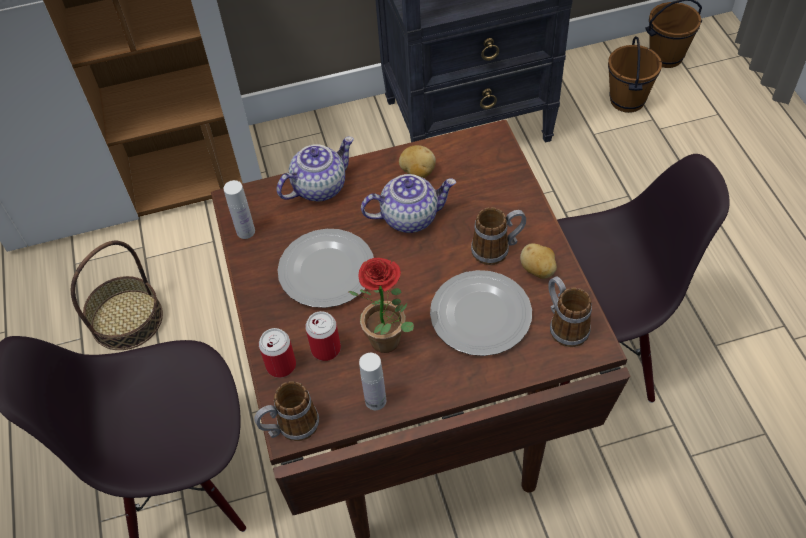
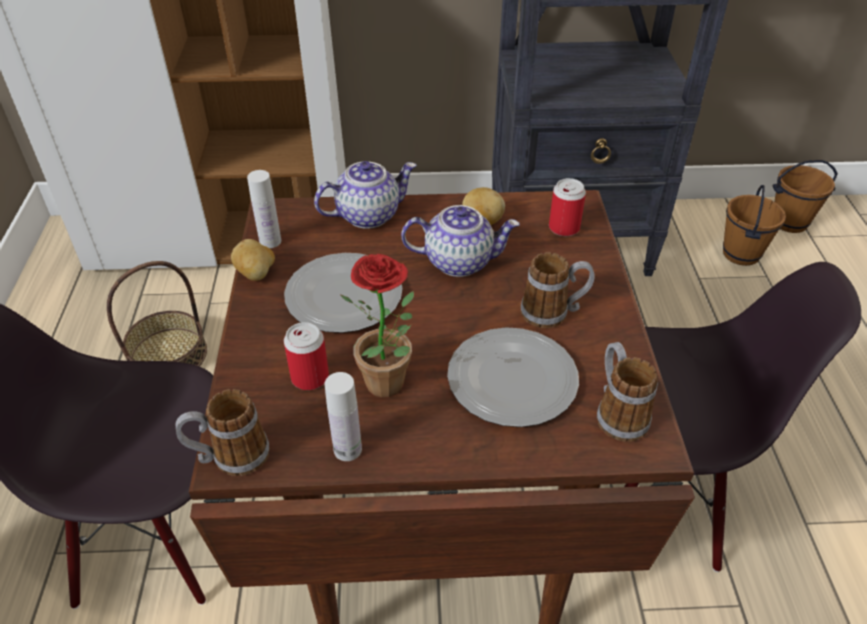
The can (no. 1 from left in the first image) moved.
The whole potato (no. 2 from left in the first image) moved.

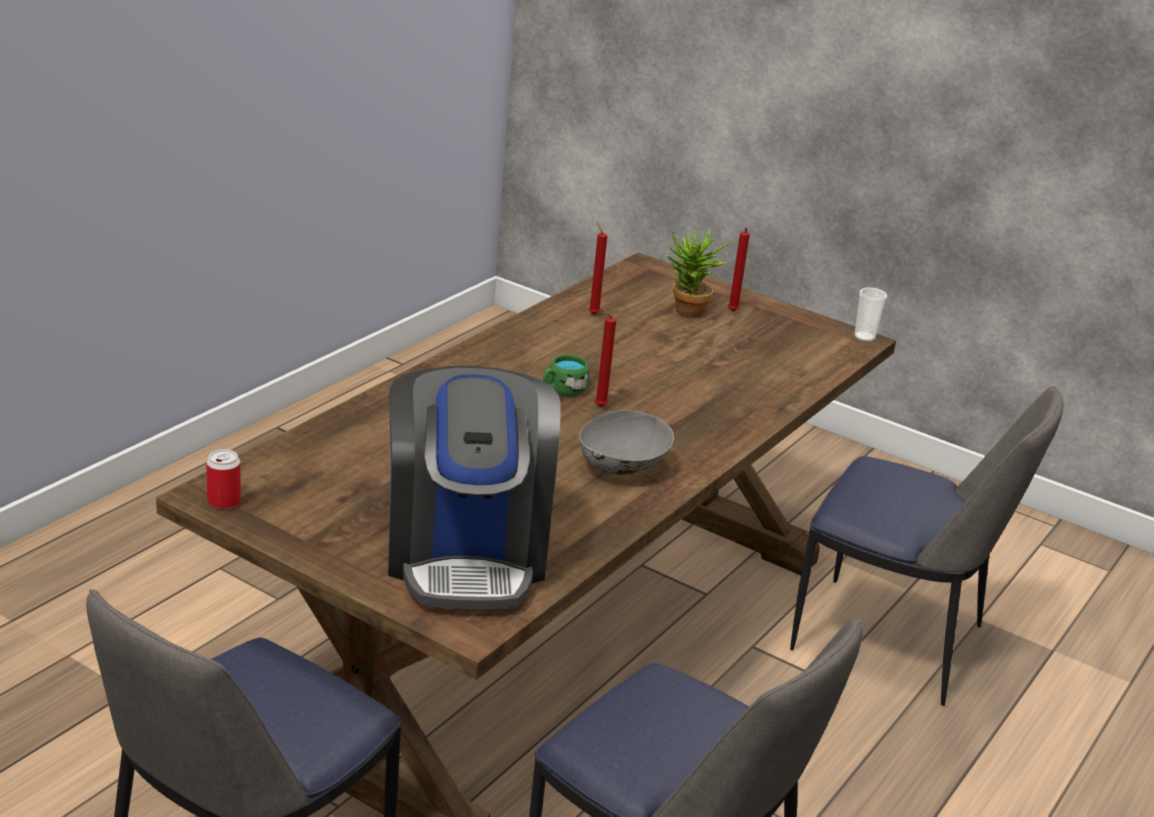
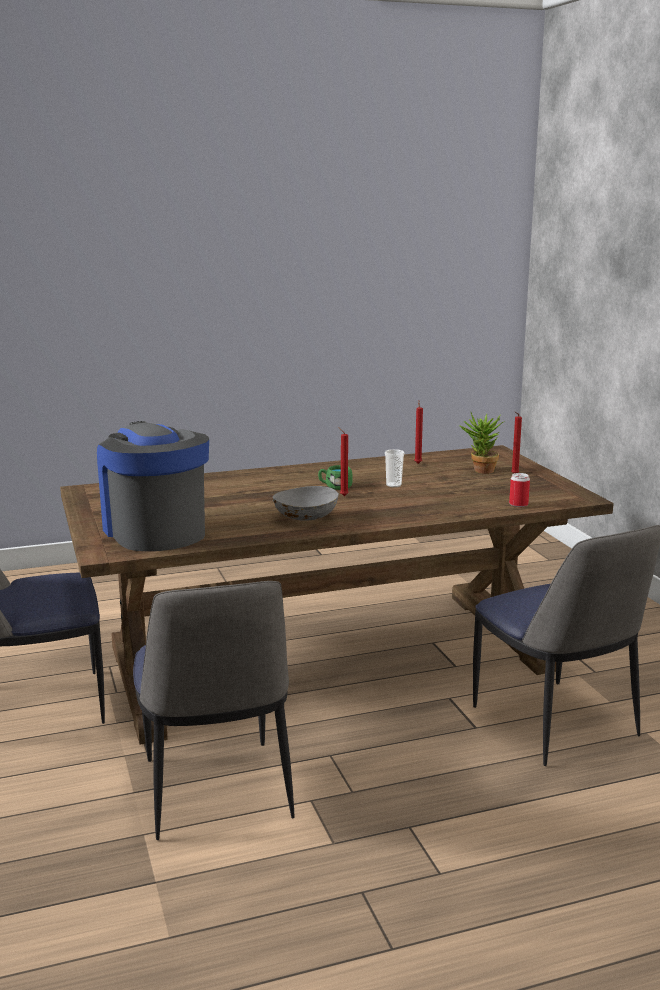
The can moved.
The coffee brewer turned 120 degrees clockwise.
The small cup moved.

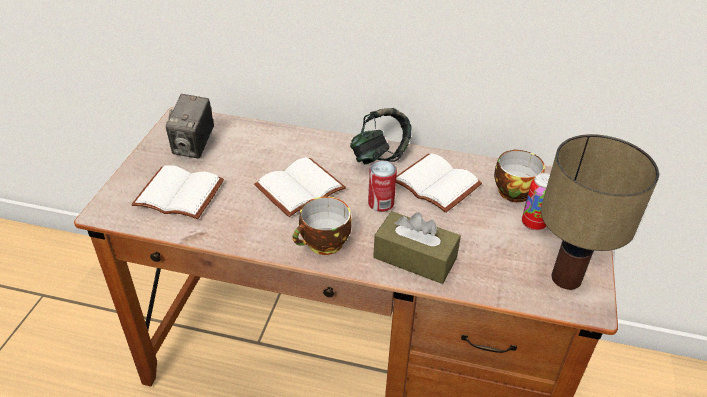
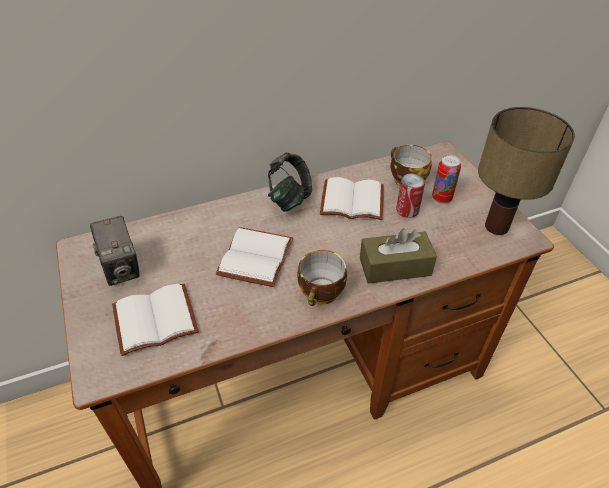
The can (no. 1 from left) moved.

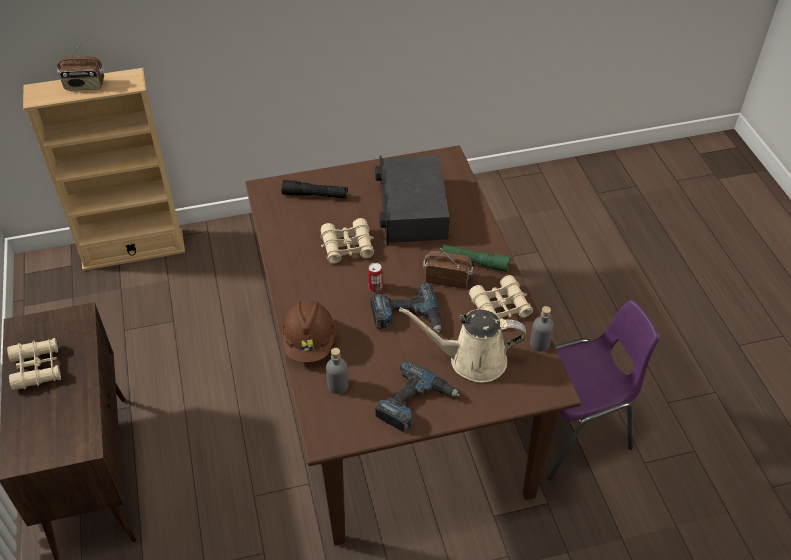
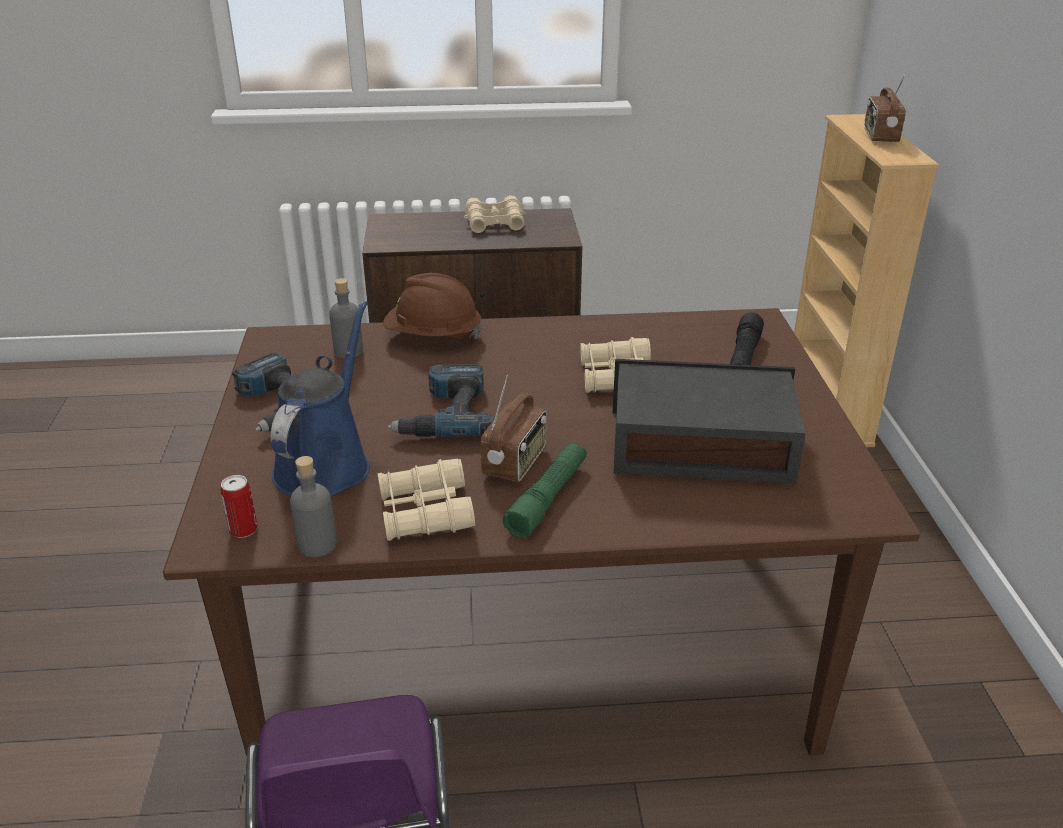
The can moved.
The watering pot (beige) became the watering pot (bluish).

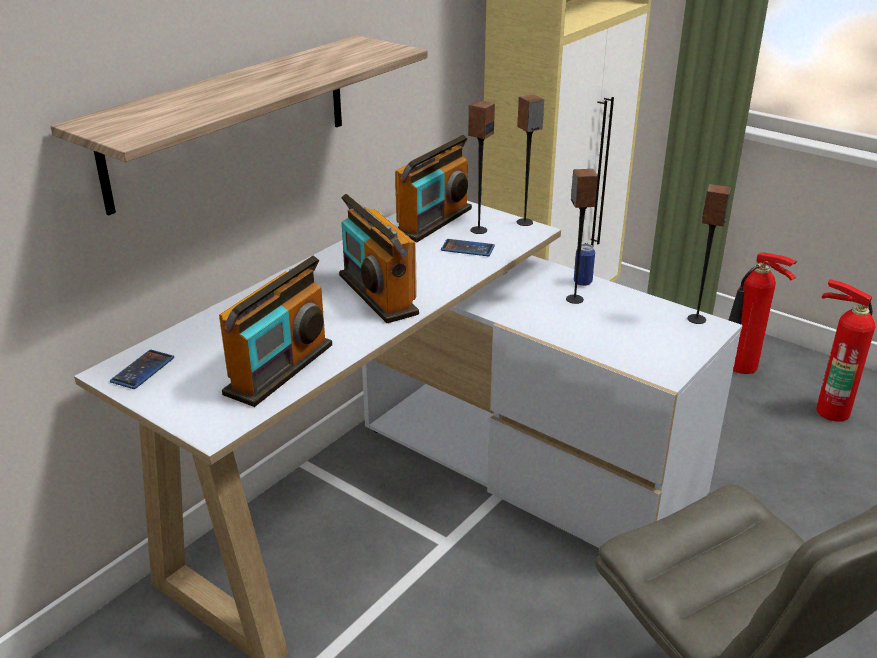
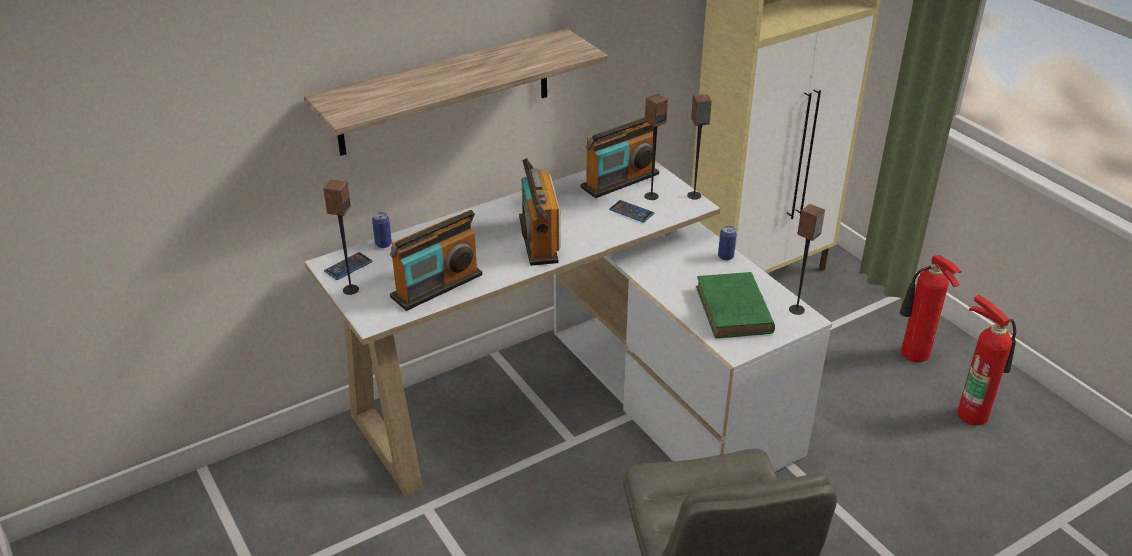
The loudspeaker (no. 3 from left in the first image) moved.
The can (no. 1 from left) appeared.
The volume (green-coloured) appeared.

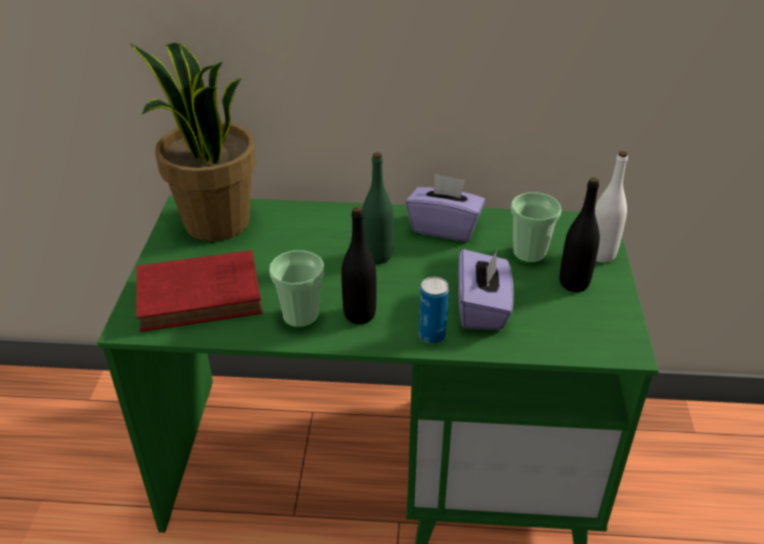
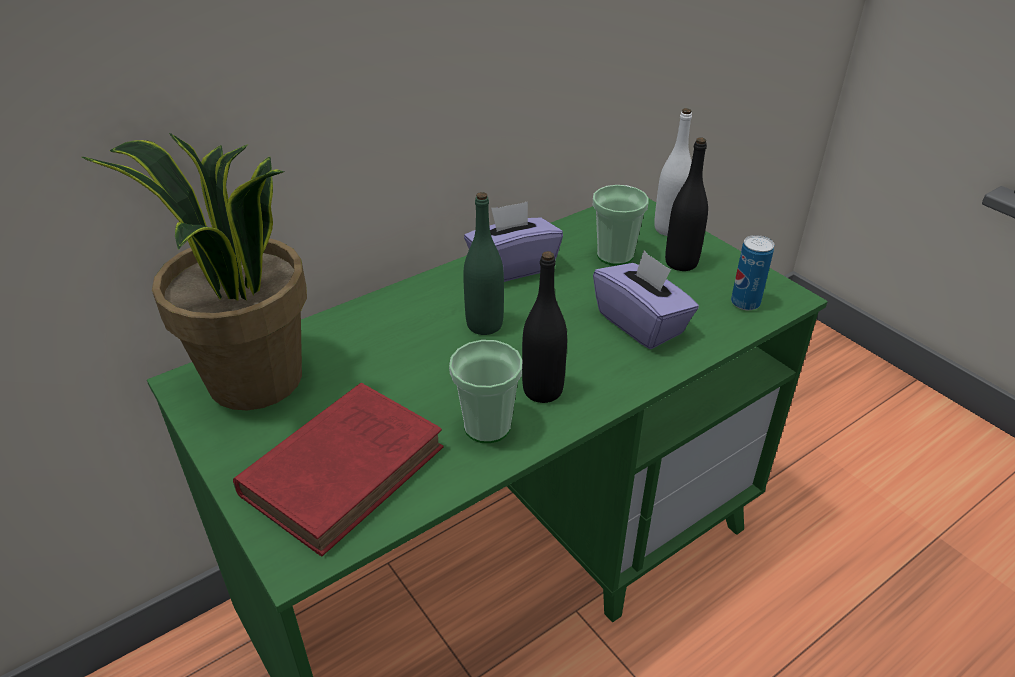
The can moved.

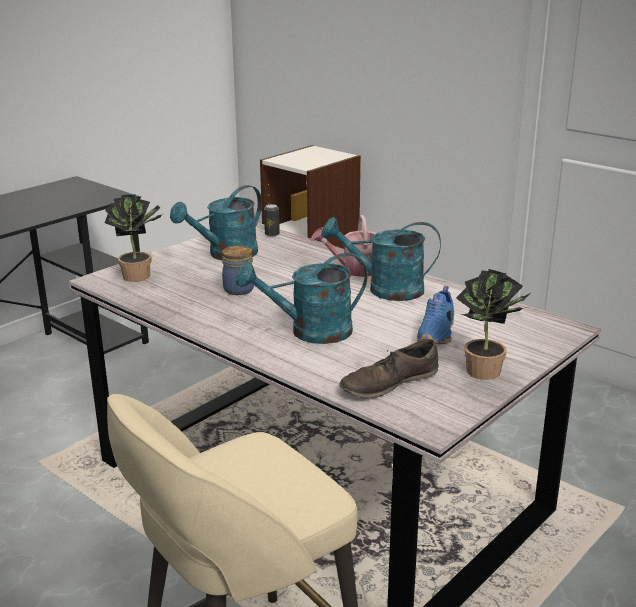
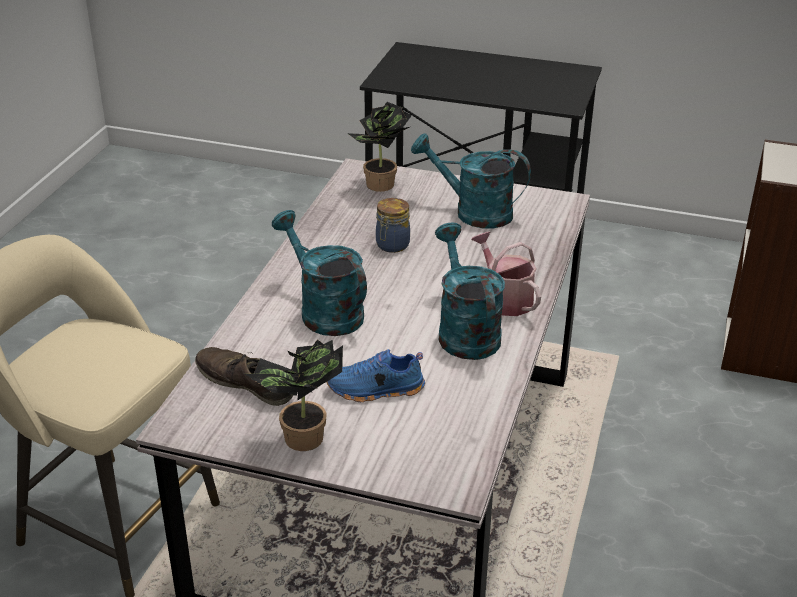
The can disappeared.

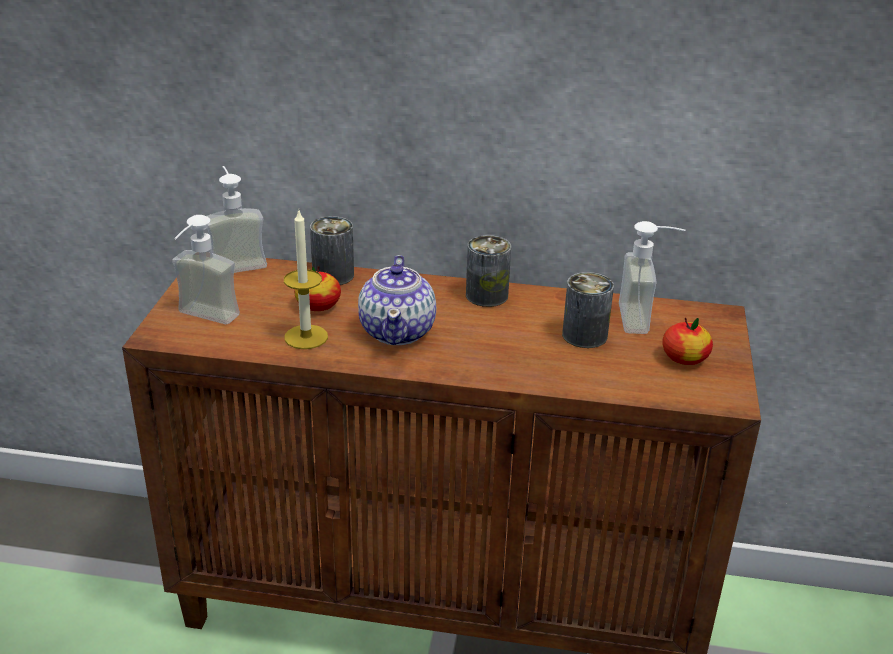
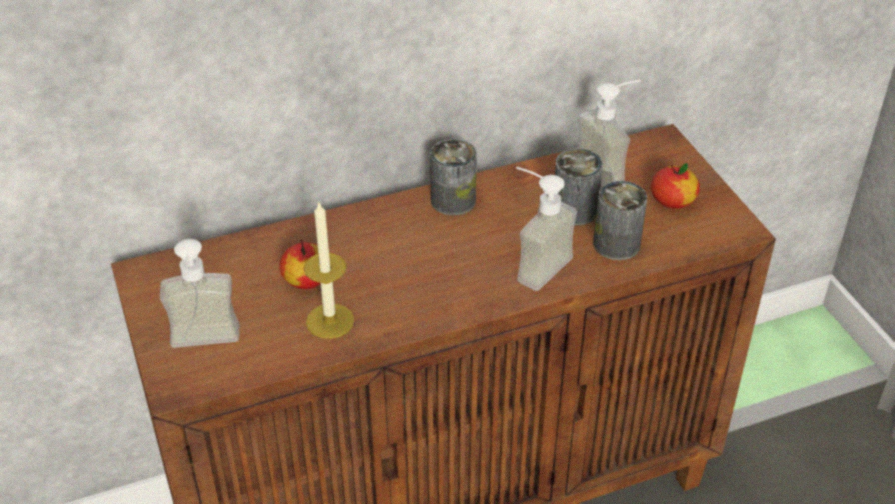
The liquid soap bottle (no. 2 from left) moved.
The can (no. 1 from left in the first image) moved.
The tea pot disappeared.

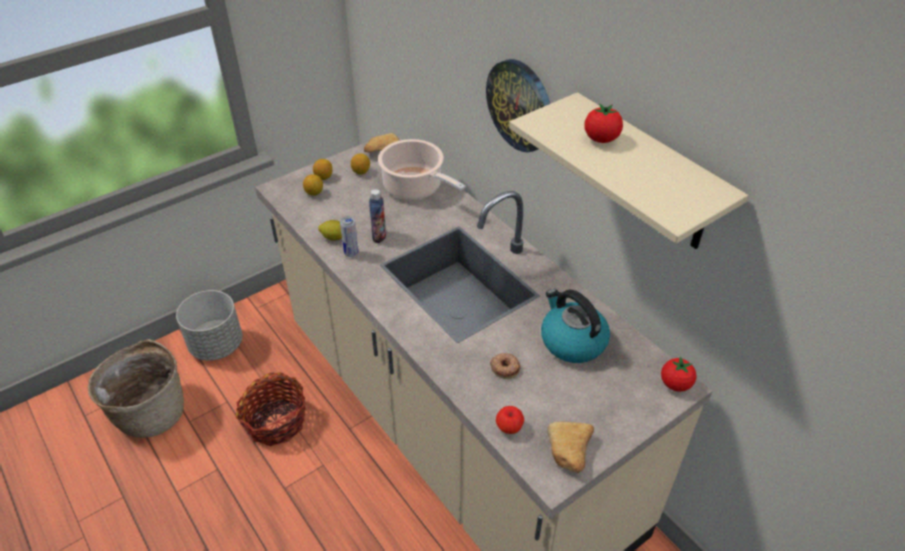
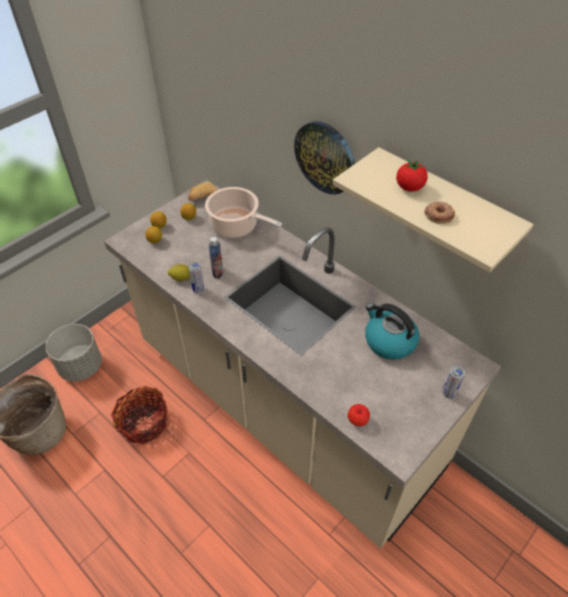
The doughnut moved.
The bread (no. 2 from left) disappeared.
The whole tomato (no. 2 from left) disappeared.
The can (no. 2 from left) appeared.

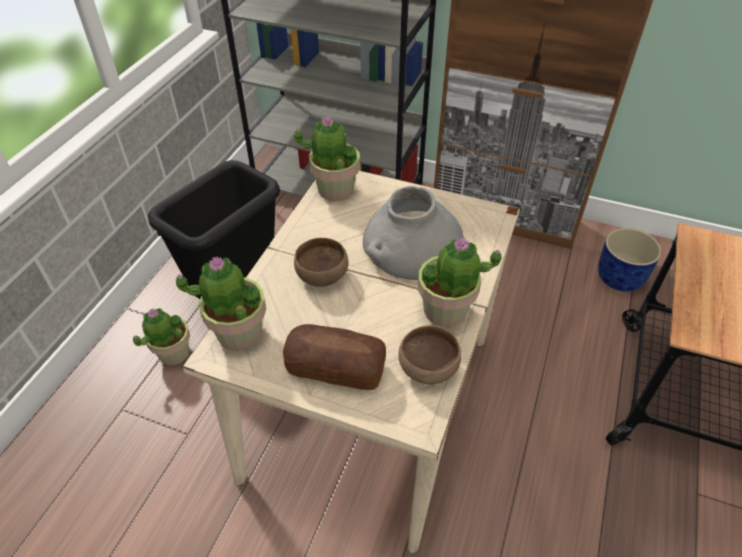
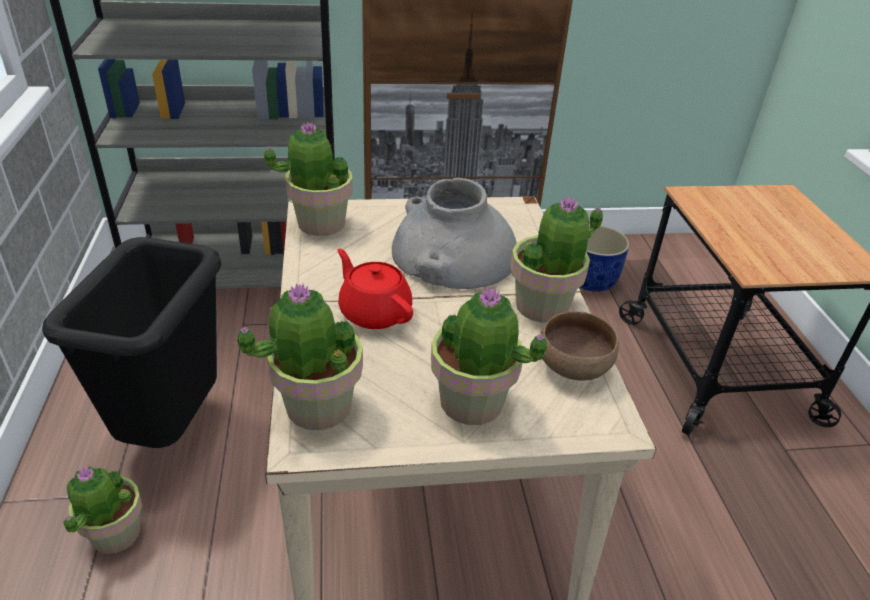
The bread was replaced by the houseplant (no. 4 from left).
The serving bowl (brown-coloured) (no. 1 from left) was replaced by the tea pot (reddish).

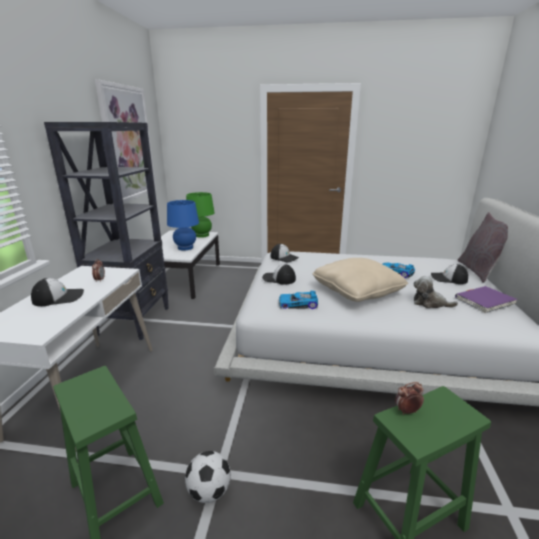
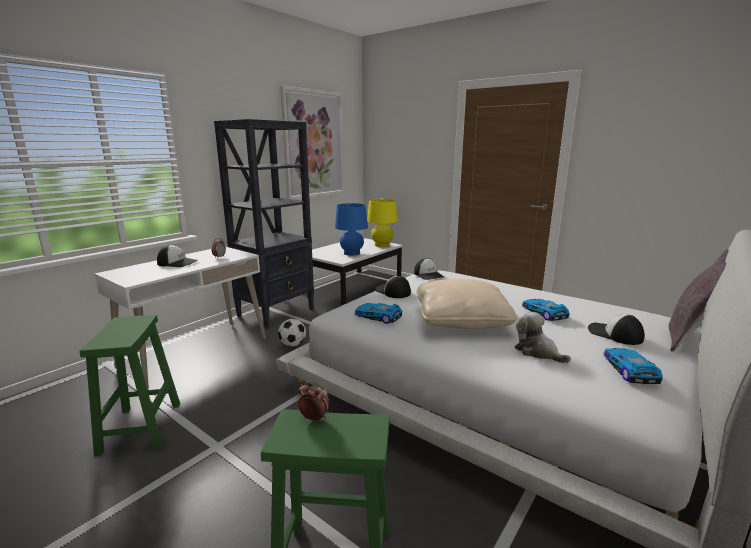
The football moved.
The lamp for a table (green-coloured) became the lamp for a table (yellowish).
The volume (purple) was replaced by the miniature car (no. 3 from left).

